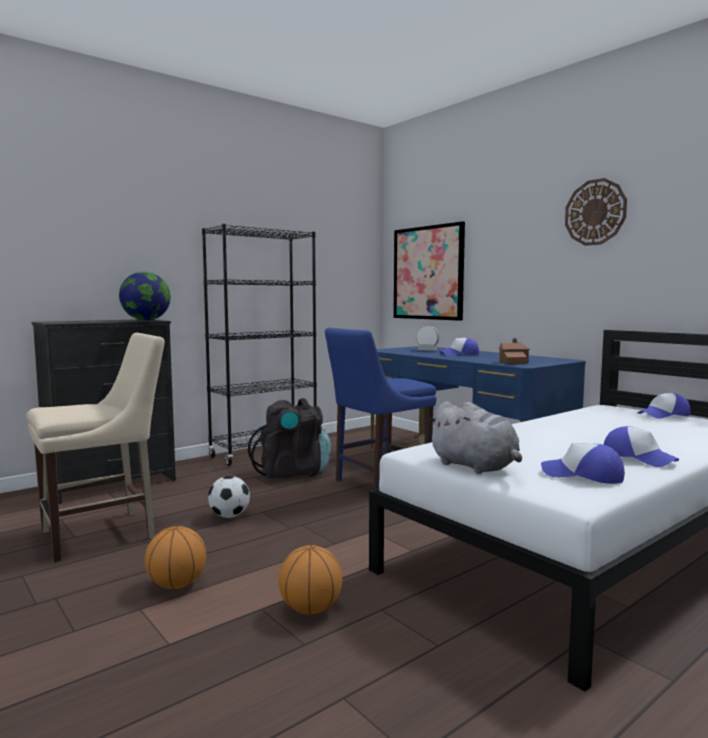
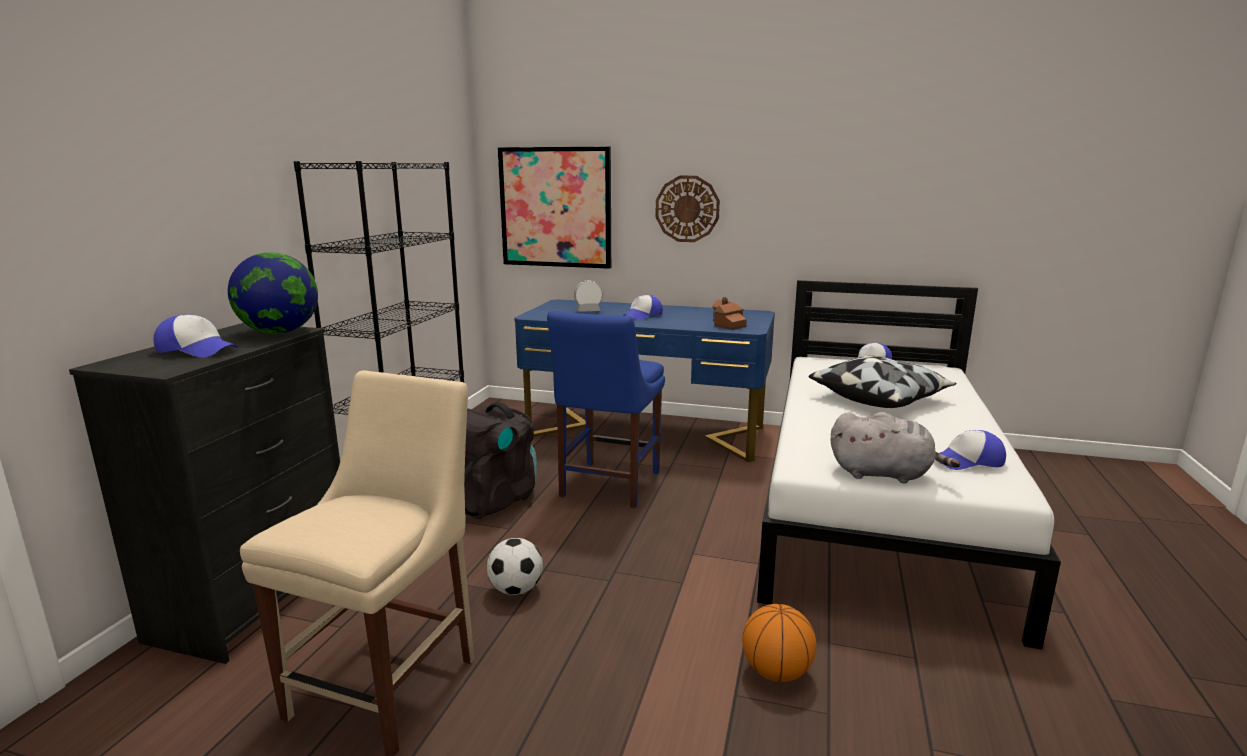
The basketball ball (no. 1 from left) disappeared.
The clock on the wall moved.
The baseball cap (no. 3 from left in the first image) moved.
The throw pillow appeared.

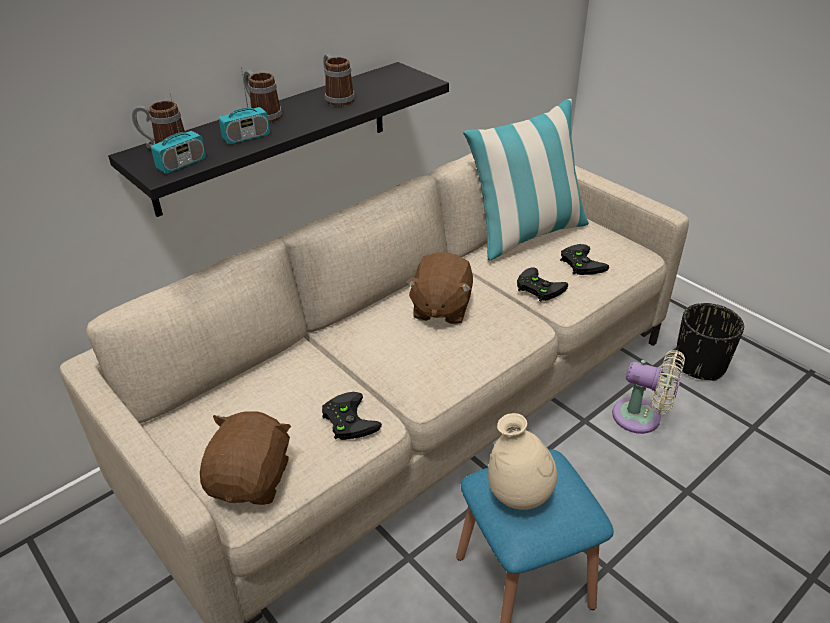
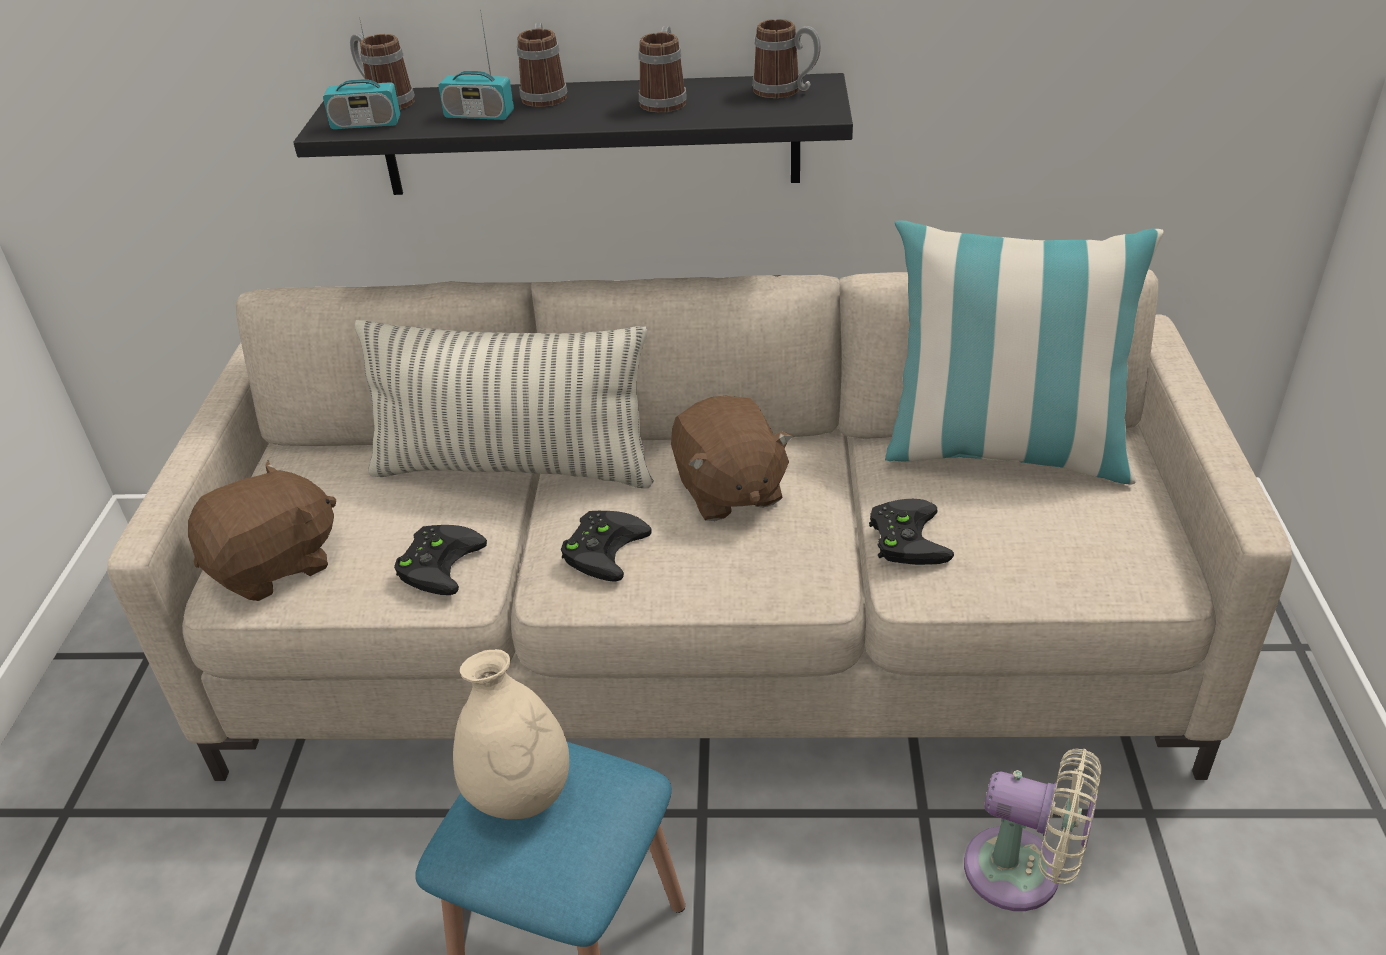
The cuddly toy (brown-coloured) (no. 2 from left) turned 75 degrees counterclockwise.
The game controller (black) (no. 3 from left in the first image) moved.
The electric fan (beige) turned 45 degrees counterclockwise.
The planter (black) disappeared.
The throw pillow (no. 1 from left) appeared.
The mug (no. 4 from left) appeared.

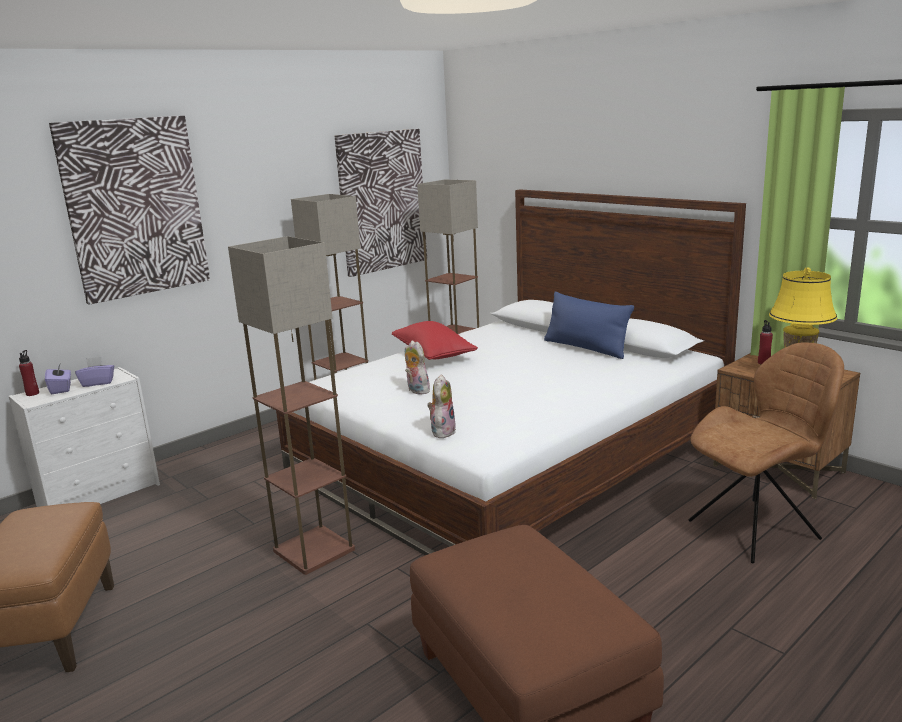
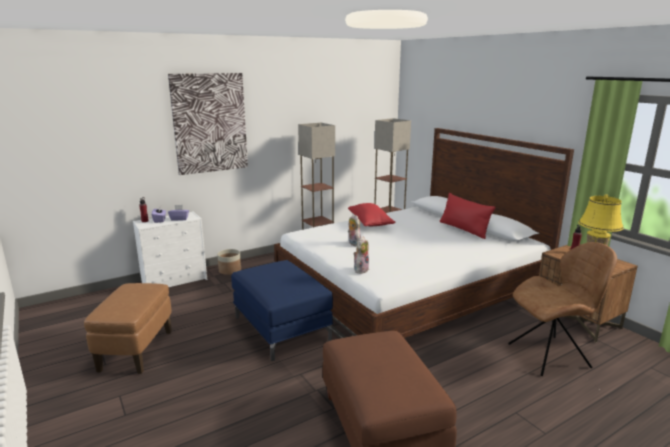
The standing lamp (no. 1 from left) was replaced by the ottoman (bluish).
The picture (no. 2 from left) disappeared.
The throw pillow (bluish) became the throw pillow (reddish) (no. 2 from left).
The planter appeared.

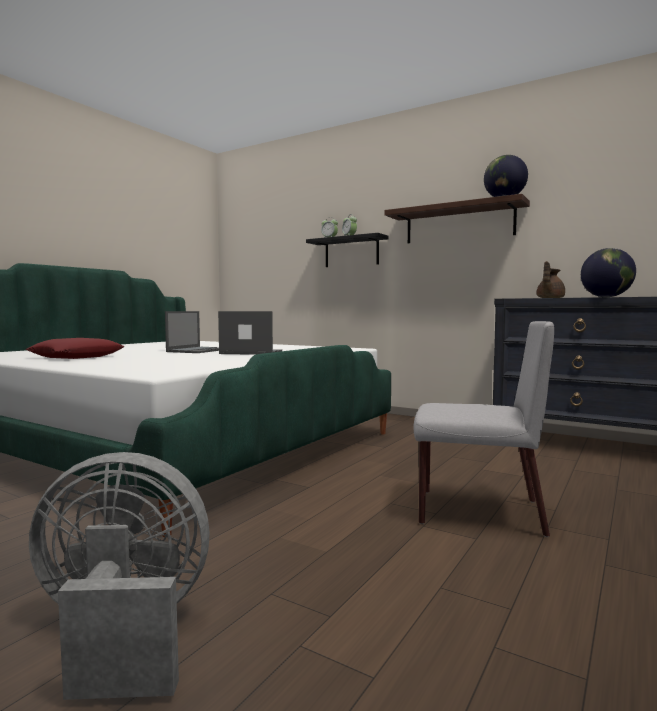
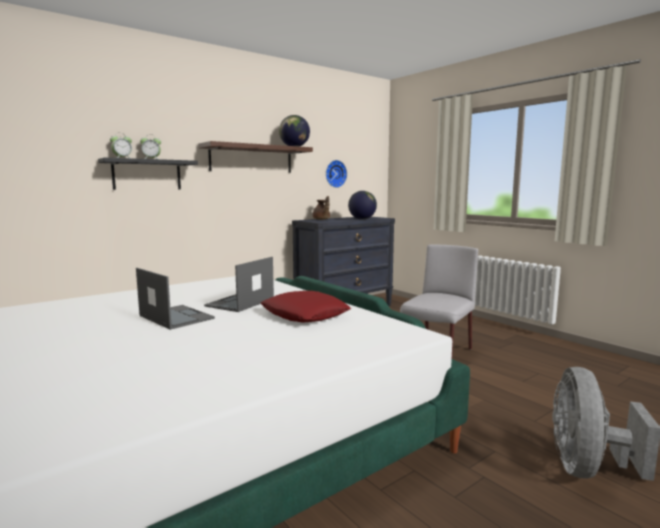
The throw pillow (reddish) moved.
The clock on the wall appeared.

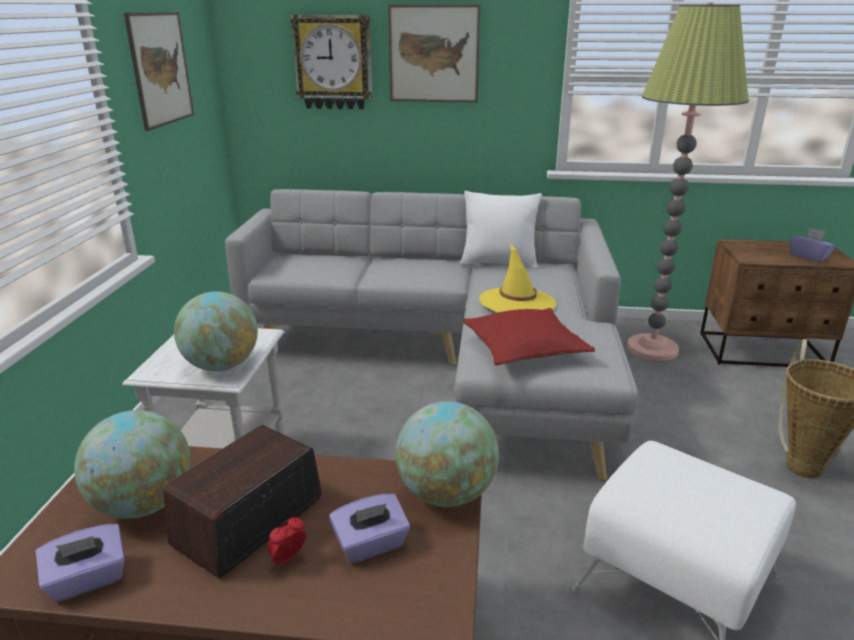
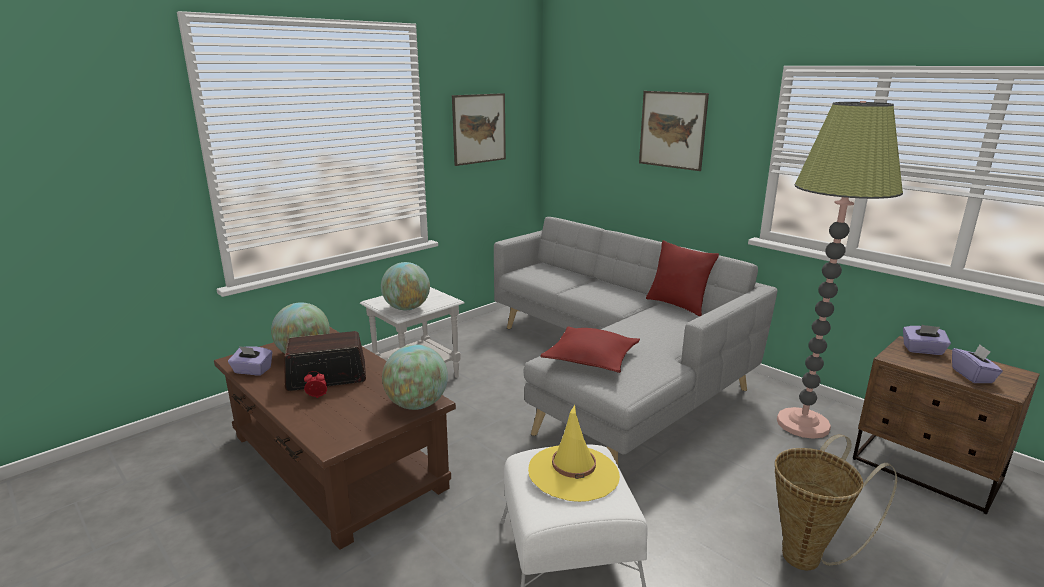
The clock on the wall disappeared.
The box of tissues (purple) (no. 2 from left) moved.
The throw pillow (whitish) became the throw pillow (reddish) (no. 2 from left).
The hat (yellowish) moved.

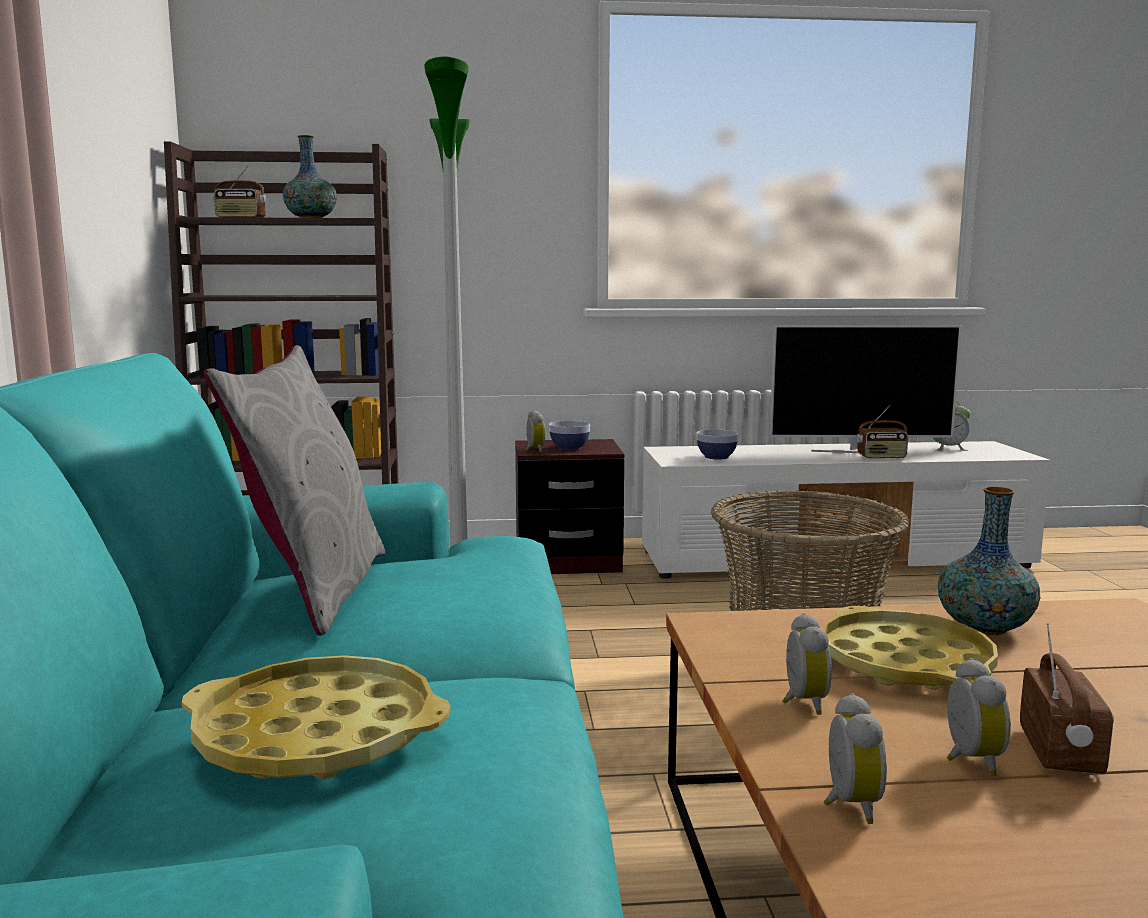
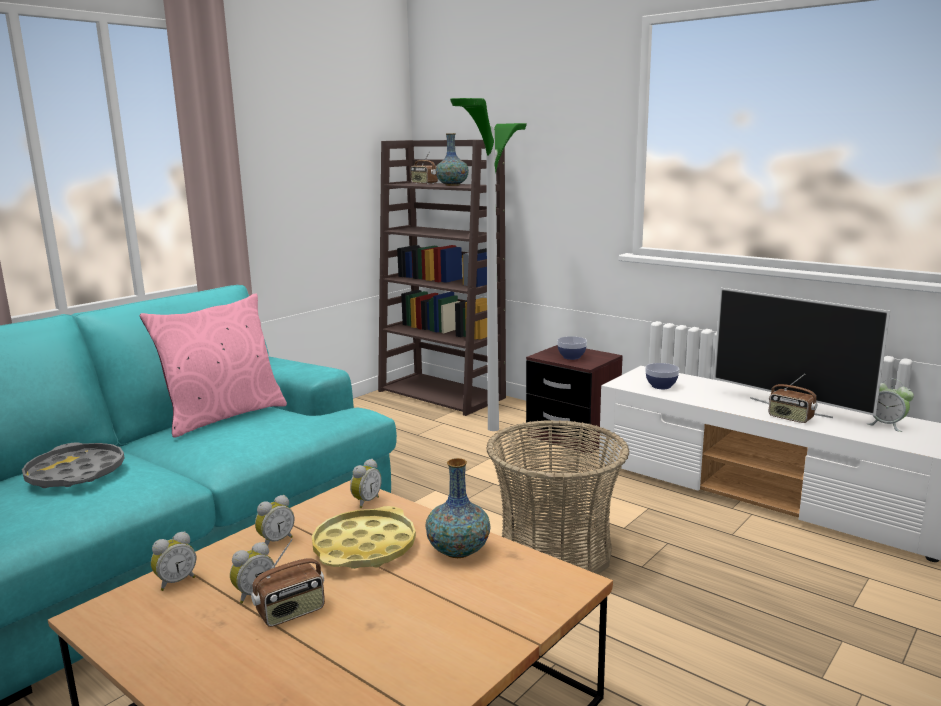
The tray (yellowish) (no. 1 from left) became the tray (greyish).
The throw pillow (greyish) became the throw pillow (pink-coloured).
The bedside clock (no. 1 from left in the first image) moved.

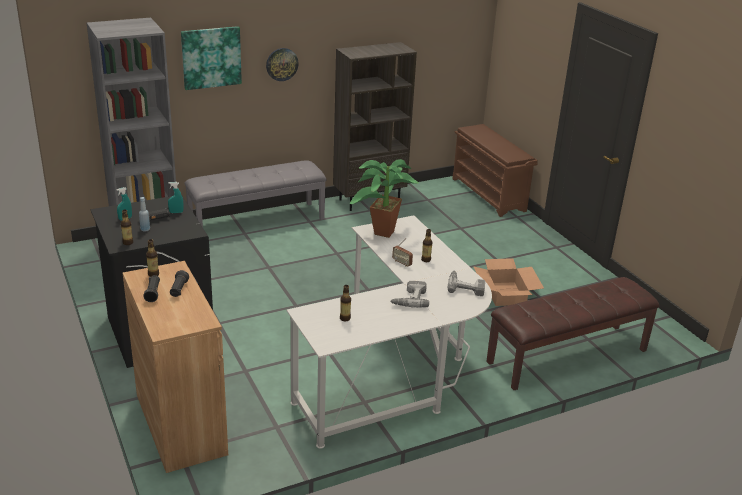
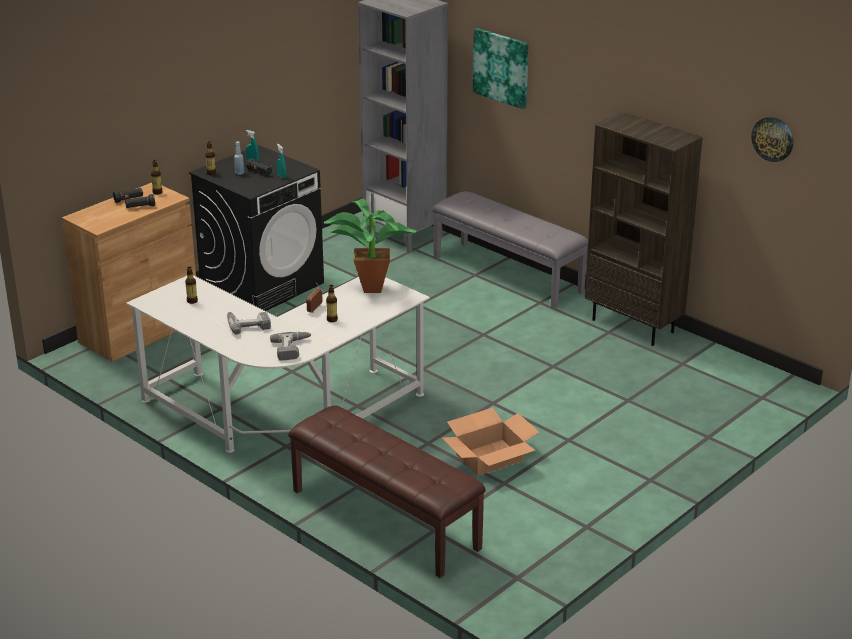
The clock on the wall moved.
The shoe shelf (brown-coloured) disappeared.

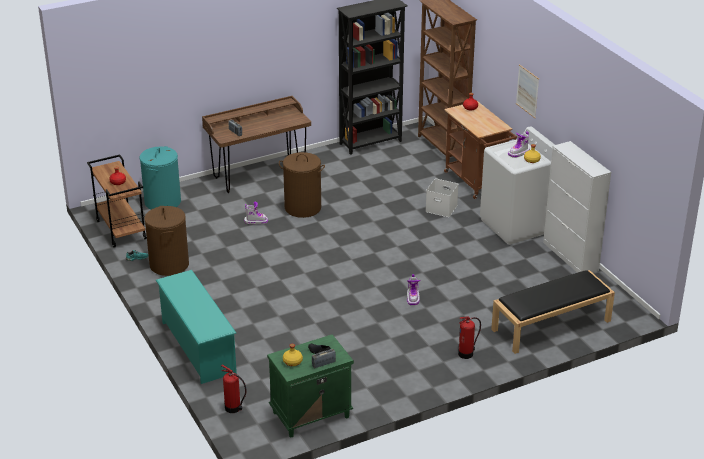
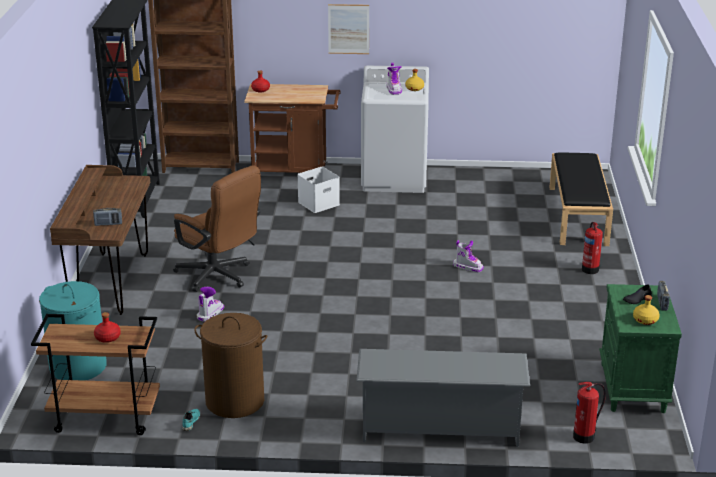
The shoe shelf (turquoise-coloured) became the shoe shelf (greyish).
The hamper (brown-coloured) (no. 2 from left) was replaced by the office chair (brown-coloured).
The cabinet (whitish) disappeared.

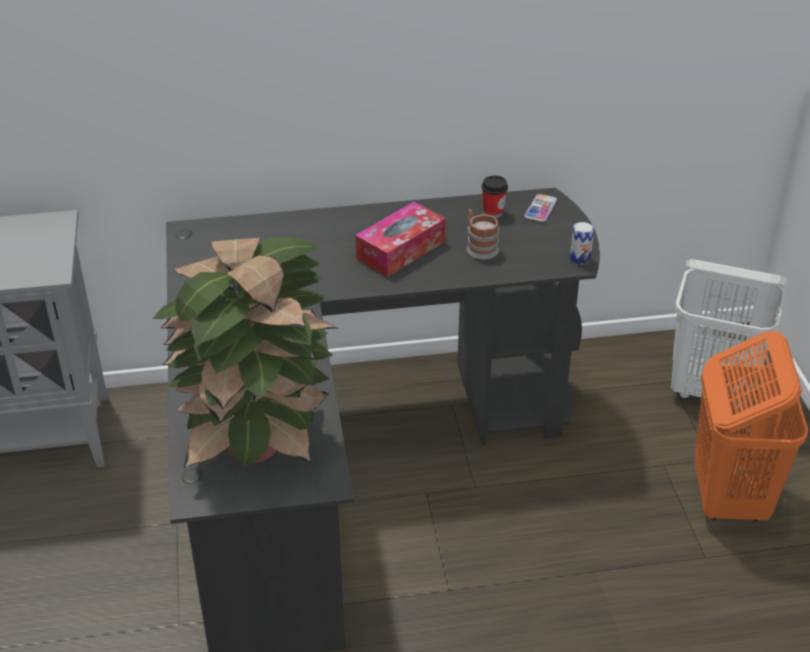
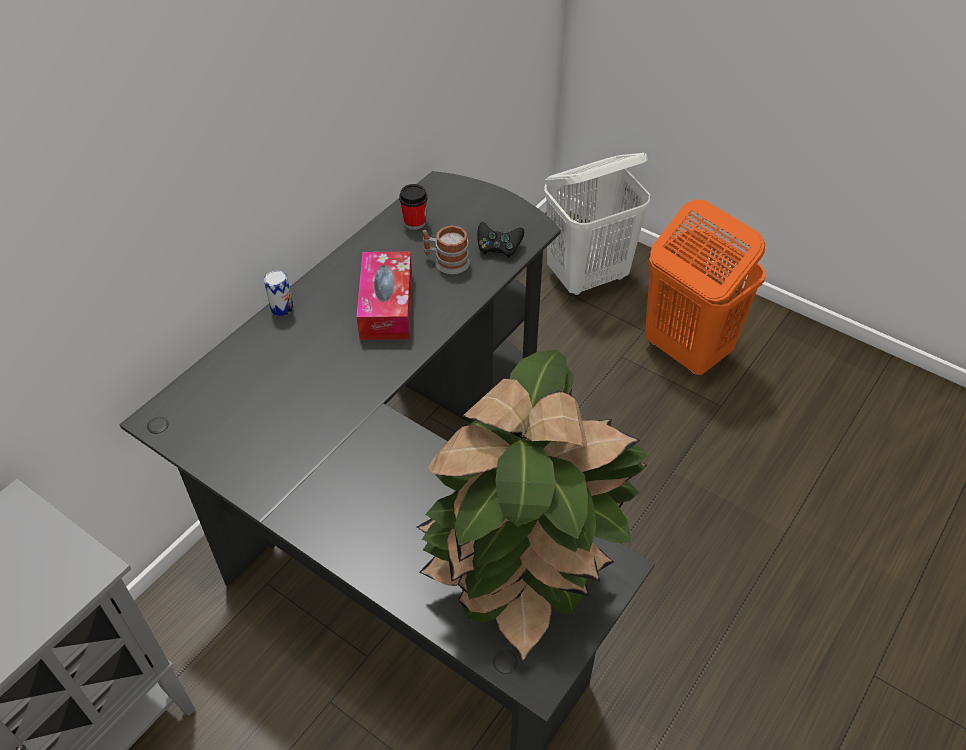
The phone disappeared.
The can moved.
The game controller (black) appeared.

